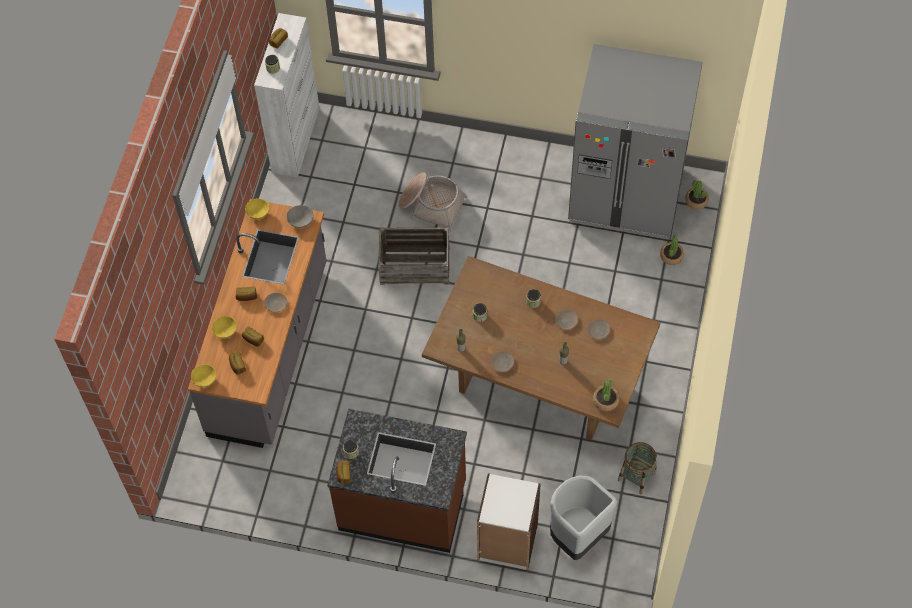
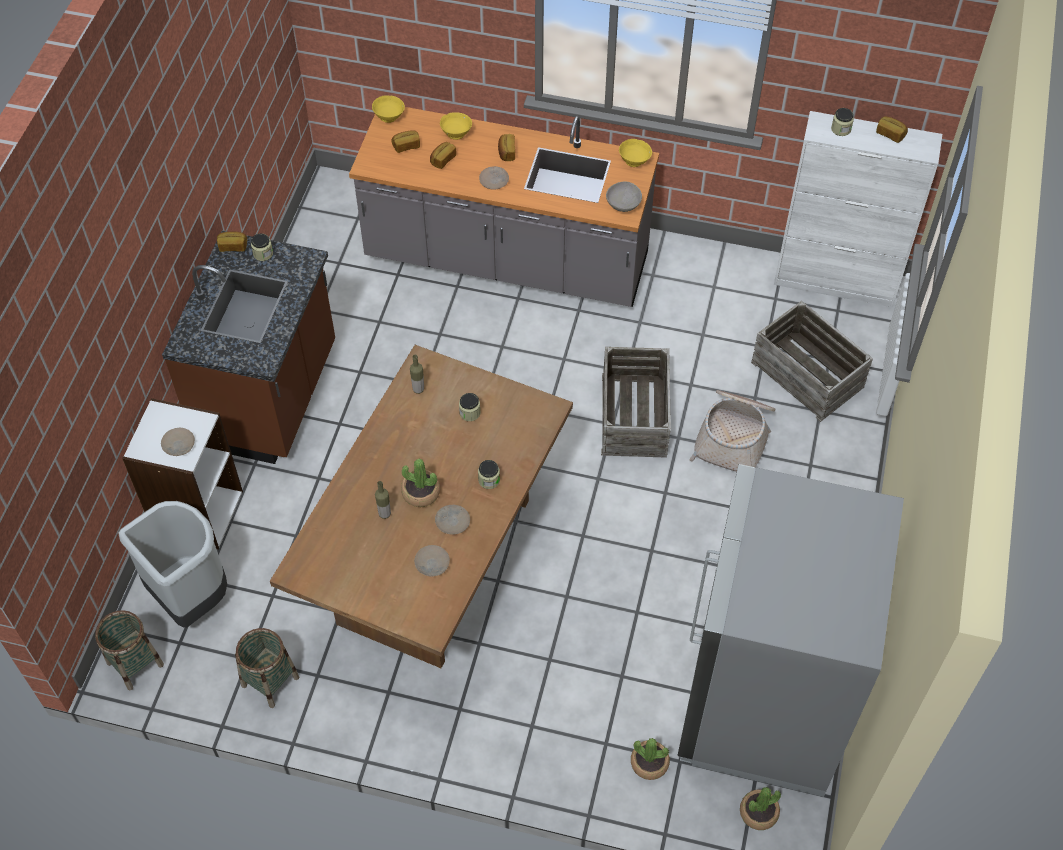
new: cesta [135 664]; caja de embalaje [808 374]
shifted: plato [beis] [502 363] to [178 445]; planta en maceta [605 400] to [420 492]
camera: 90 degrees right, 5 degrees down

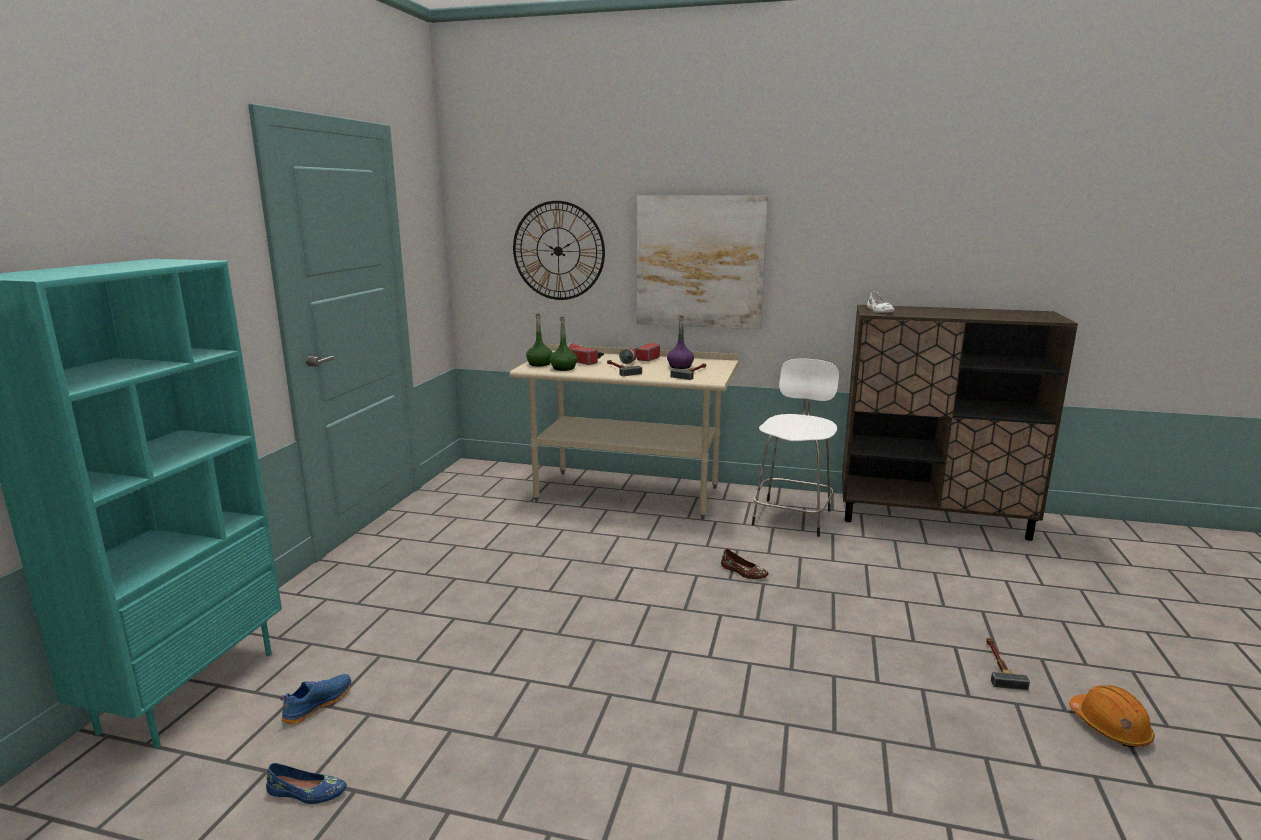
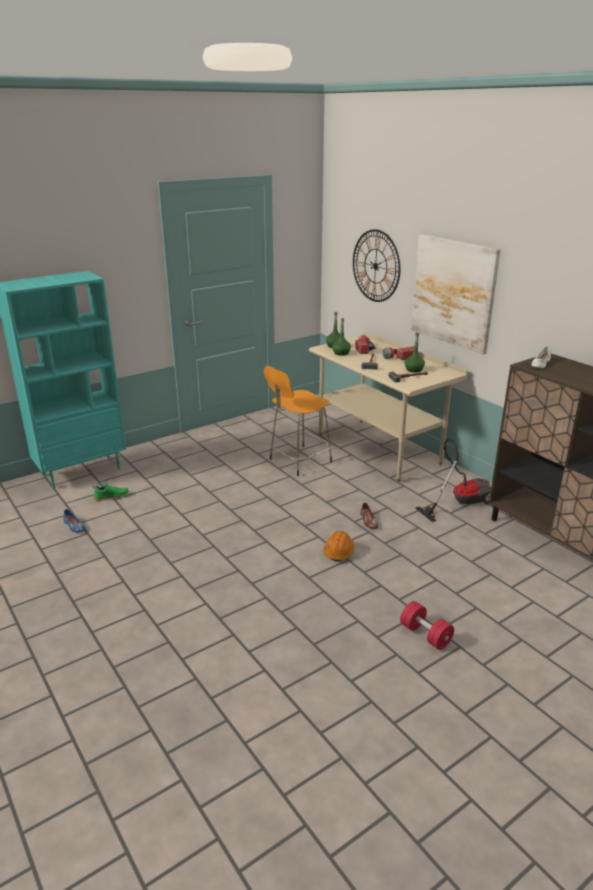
new: taburete [naranja] [298 461]
shifted: casco [naranja] [1109 727] to [339 552]
swapped: taburete [blanco] [792 516] to aspiradora [460 502]; martillo [998 665] to mancuerna [rojo] [425 635]
repainted: zapato [azul] [317 704] to zapato [verde] [111 496]; botella [morado] [680 366] to botella [verde] [414 370]
camera: 40 degrees right, 10 degrees up

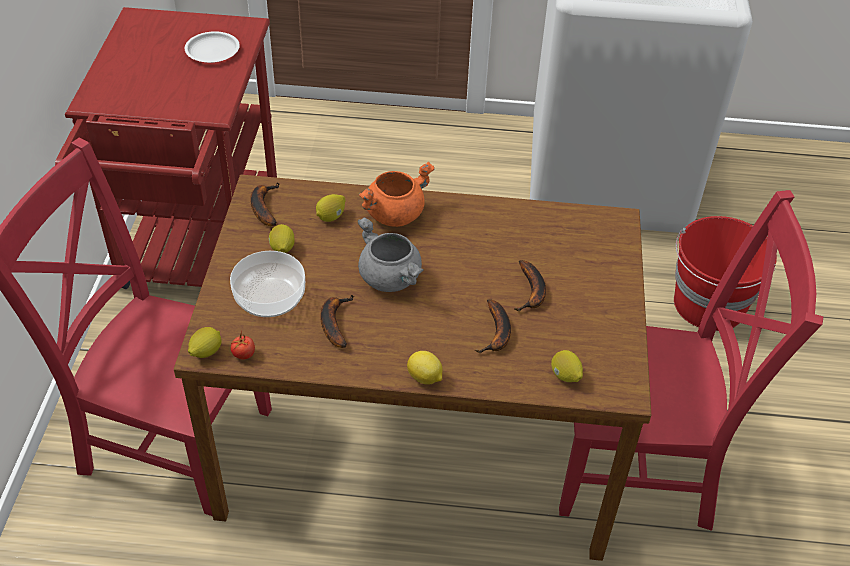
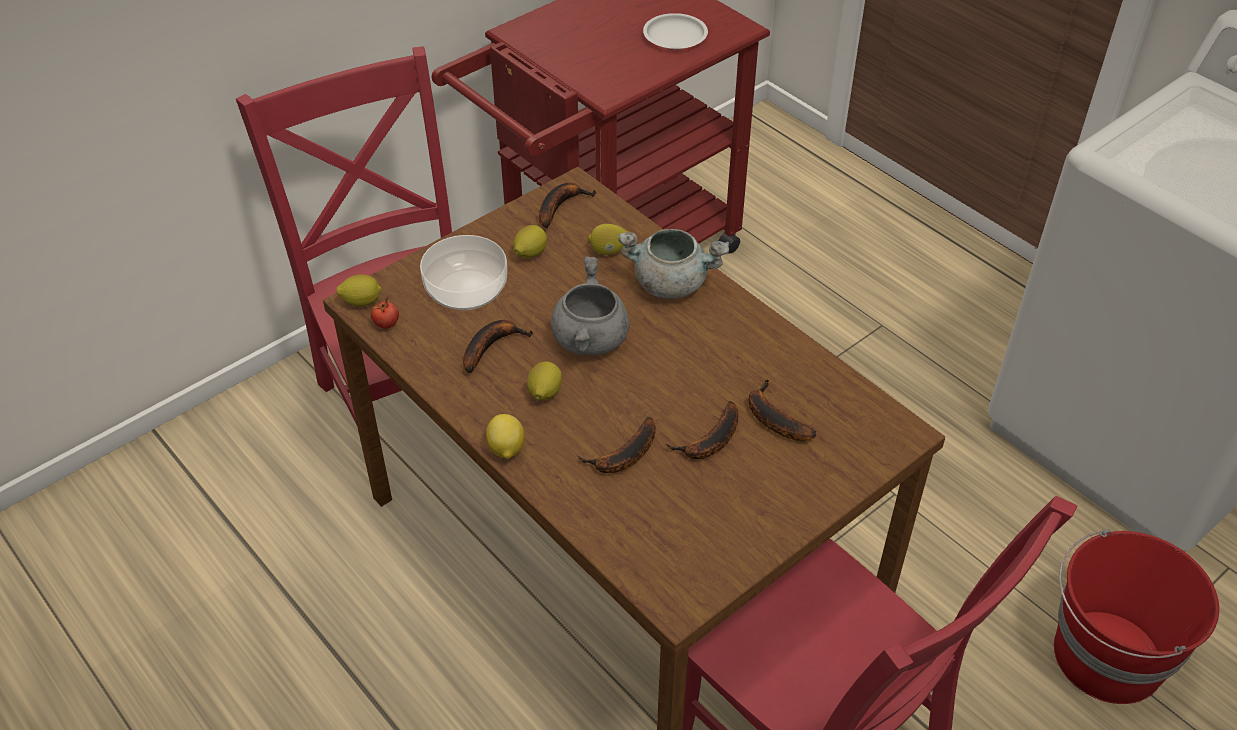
new: plátano [772 418]
shifted: limón [565 376] to [544 393]
repainted: olla [naranja] [394 213] to olla [gris] [671 283]
camera: 45 degrees right, 0 degrees up

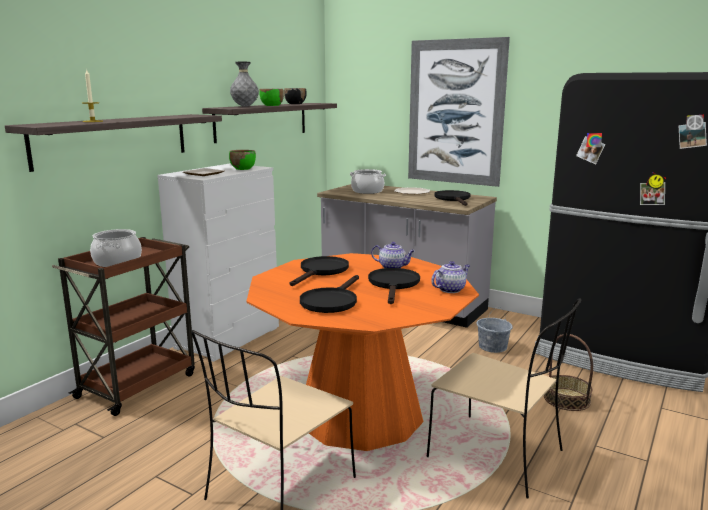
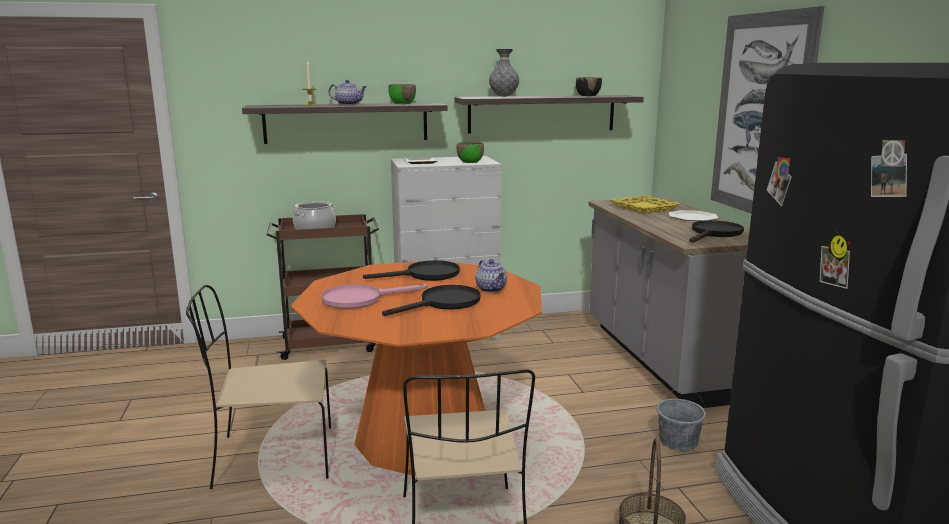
shifted: cuenco [verde] [272 105] to [402 103]; tetera [450 289] to [349 104]
swapped: olla [367 191] to bandeja [amarillo] [644 208]
repainted: sartén [negro] [331 301] to sartén [rosa] [360 299]
camera: 45 degrees right, 0 degrees up

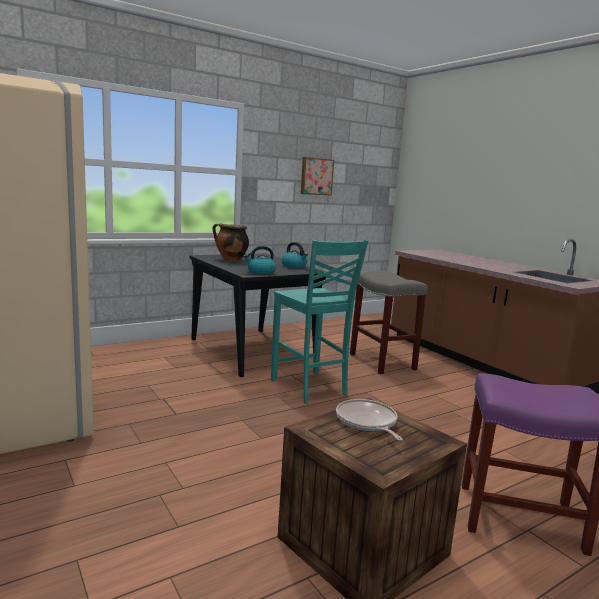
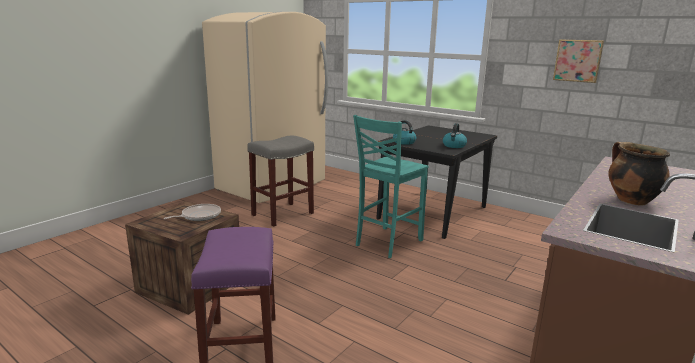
shifted: olla [230 260] to [630 200]; taburete [gris] [381 361] to [283 214]
camera: 70 degrees right, 5 degrees up

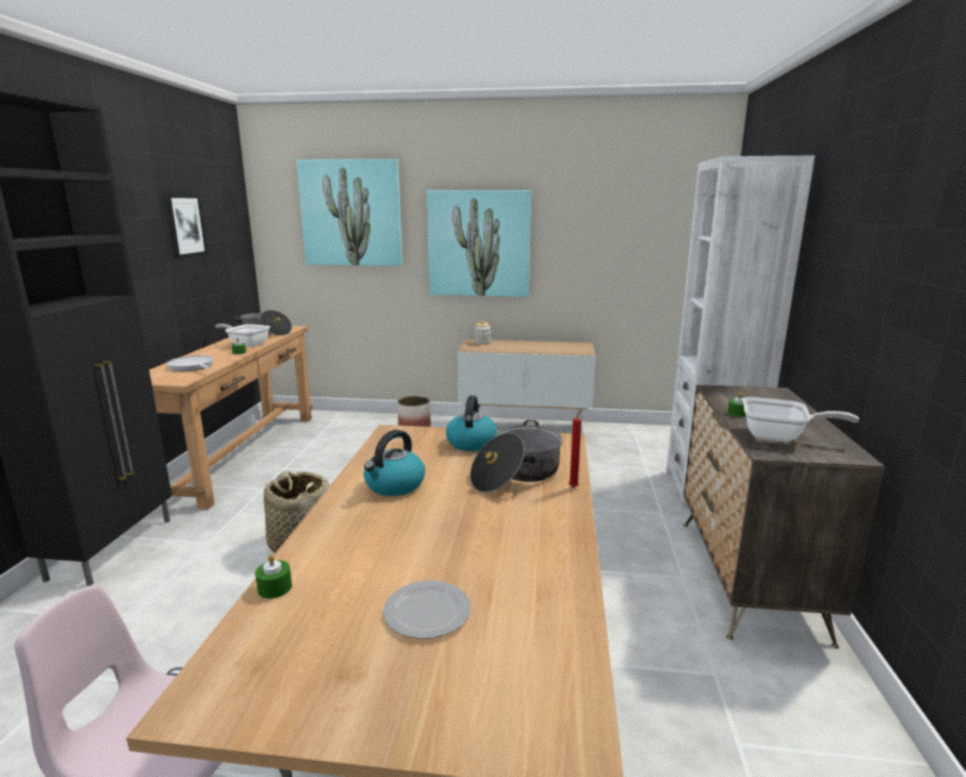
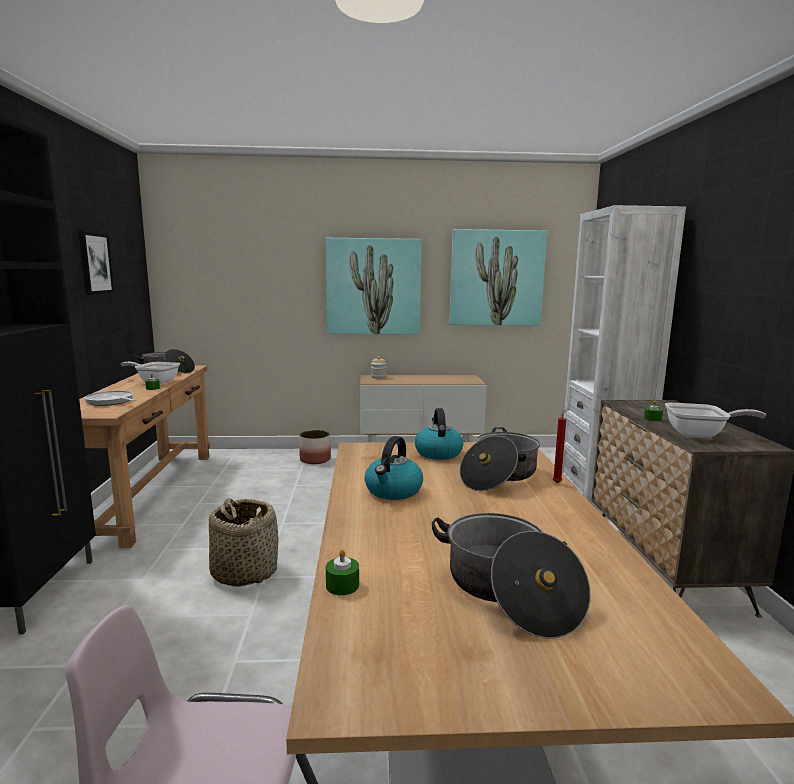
shifted: cuadro [351 213] to [496 278]
swapped: plato [429 612] to olla [508 592]
camera: 10 degrees left, 5 degrees down

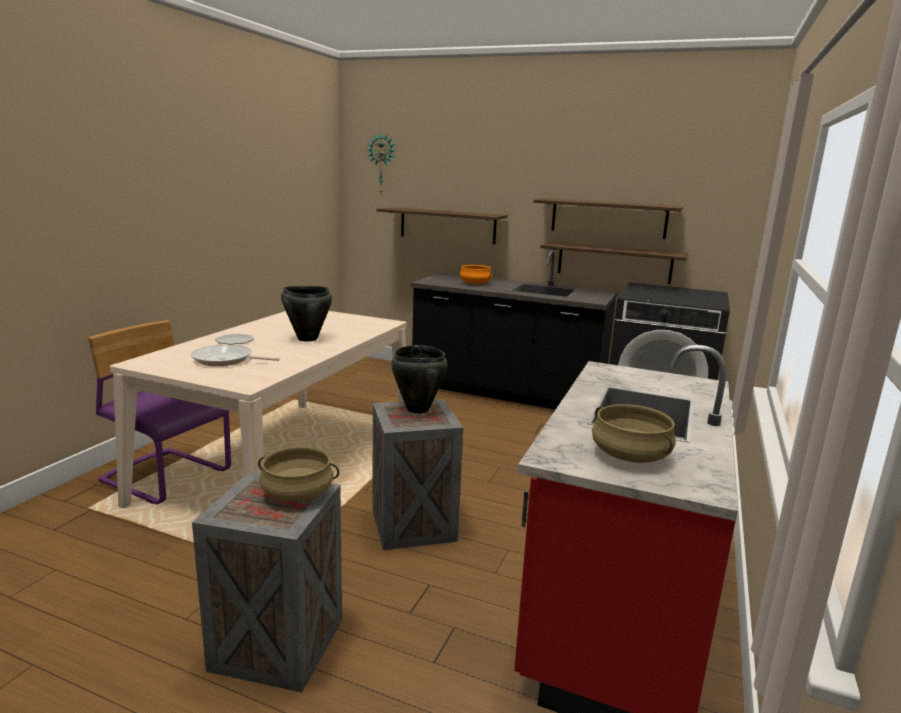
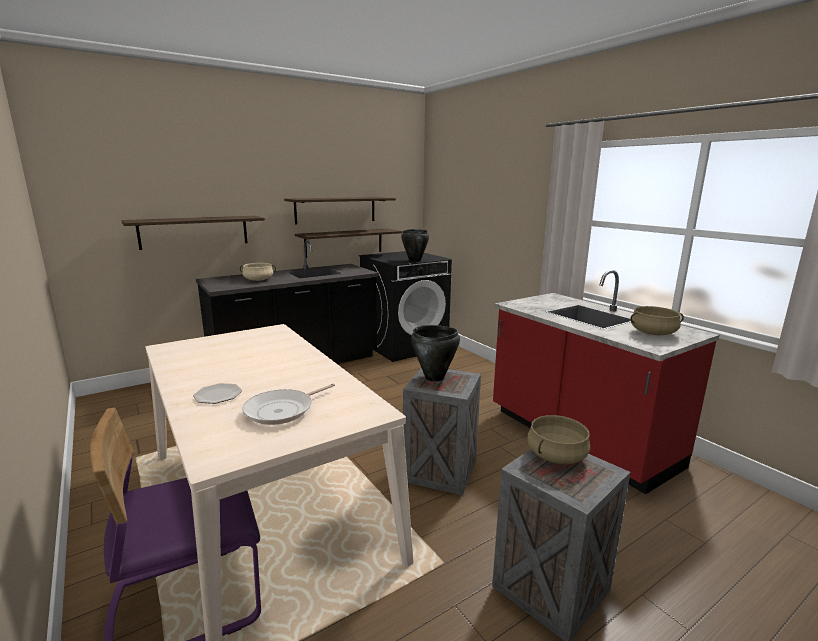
gone: reloj de pared [382 164]
shifted: olla [negro] [307 339] to [414 261]
repainted: olla [naranja] [475 283] to olla [beis] [258 280]
camera: 55 degrees left, 0 degrees up

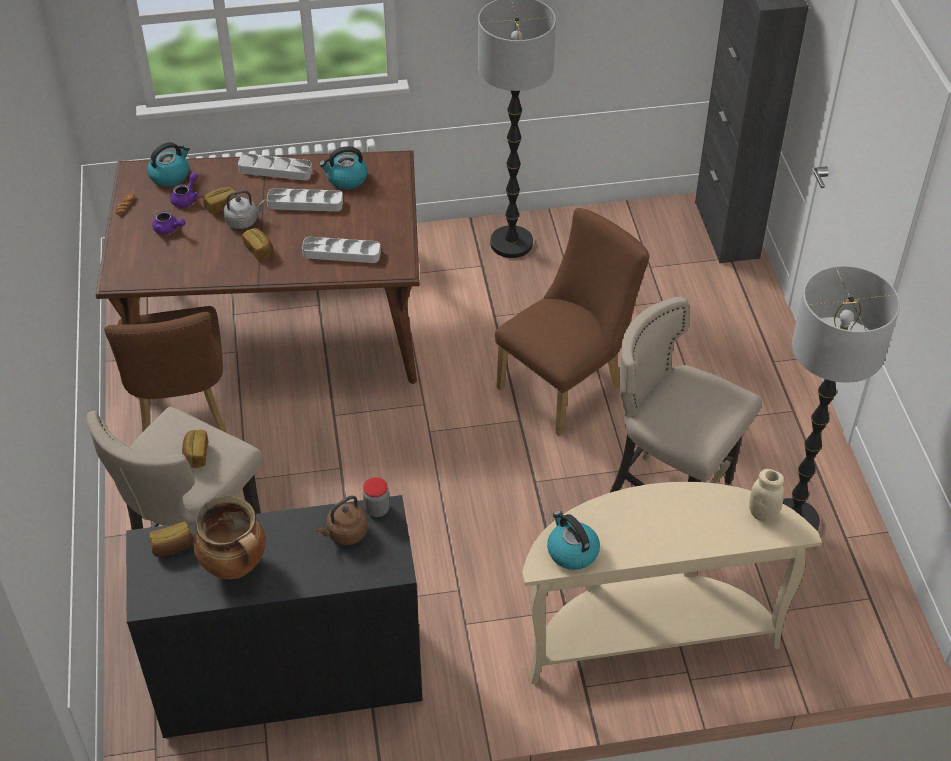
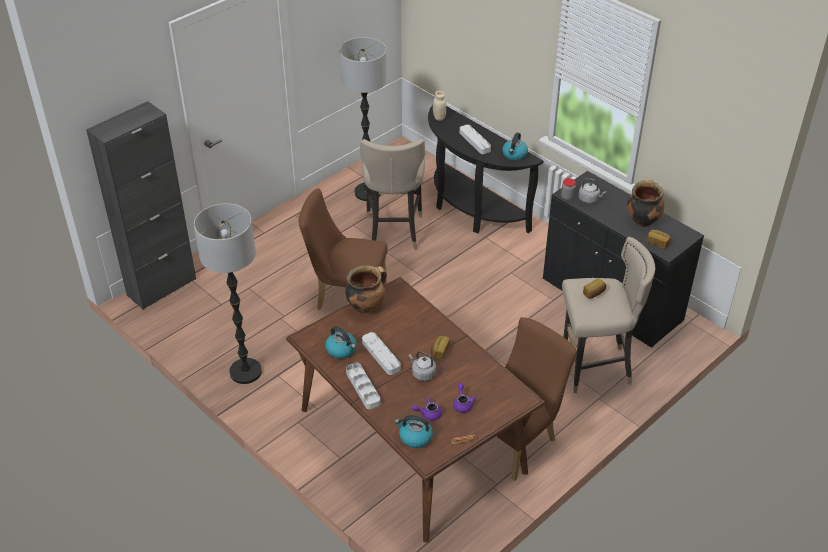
gone: pan [221 206]
new: olla [366 306]
shifted: bandeja [gris] [341 253] to [475 141]
repainted: hervidor [marrón] [345 534] to hervidor [gris] [589 199]; mesa consola [beis] [648 634] to mesa consola [negro] [471 210]
camera: 125 degrees left, 5 degrees down

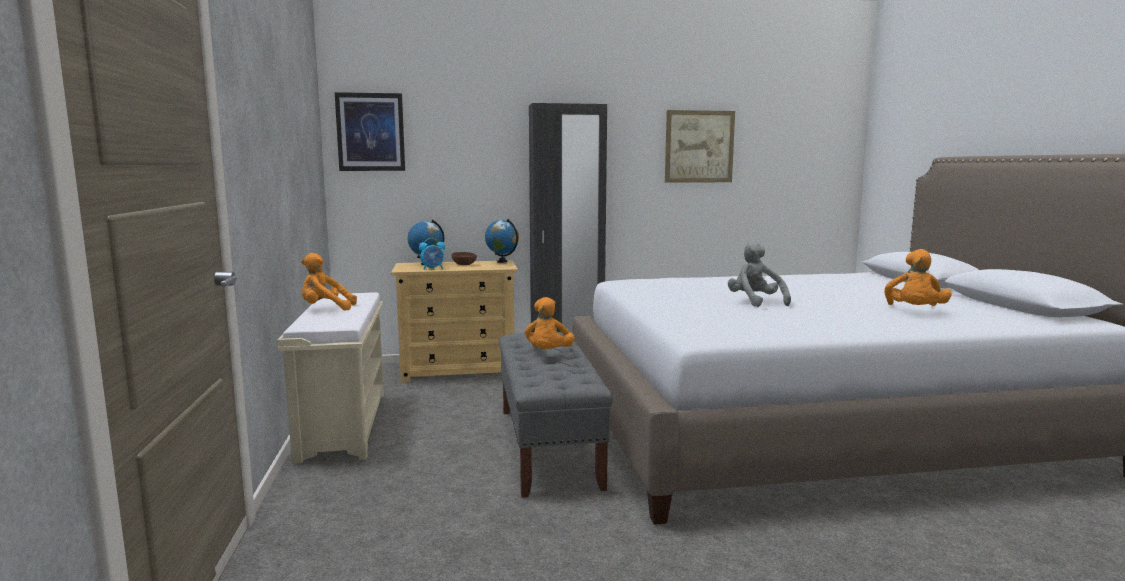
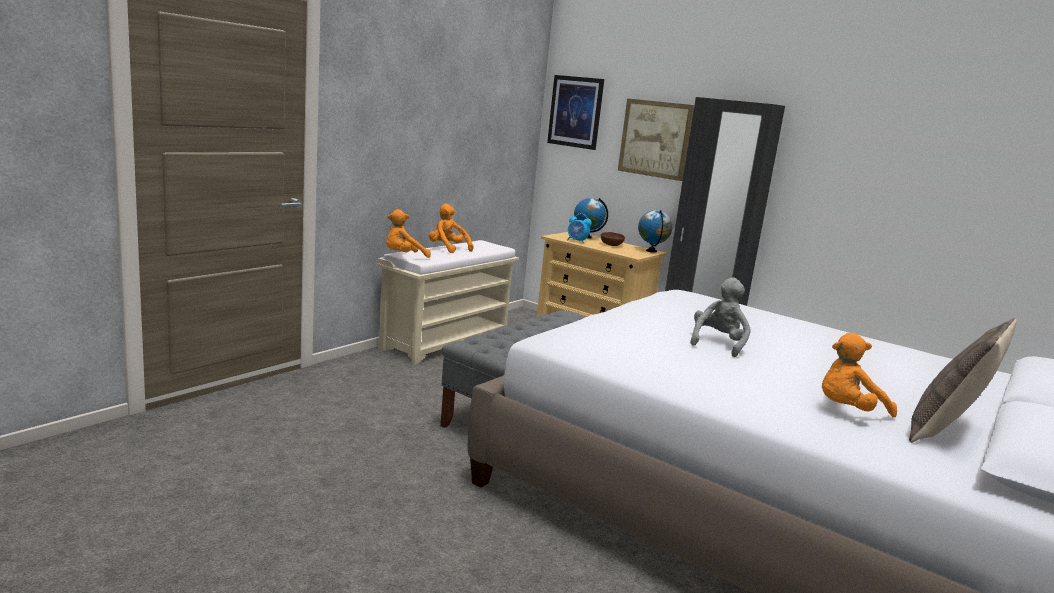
new: cojín [946 432]
shifted: peluche [naranja] [549 354] to [403 256]; cuadro [699 146] to [655 139]
camera: 45 degrees right, 5 degrees up

